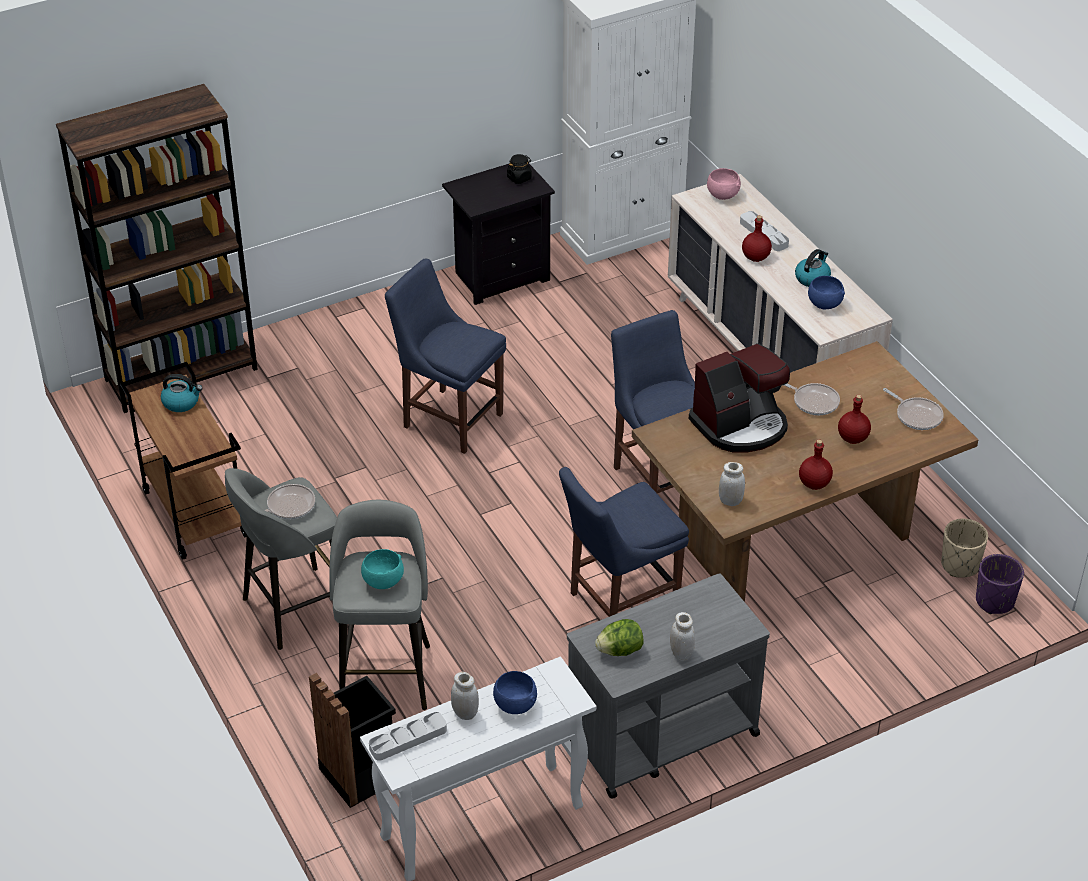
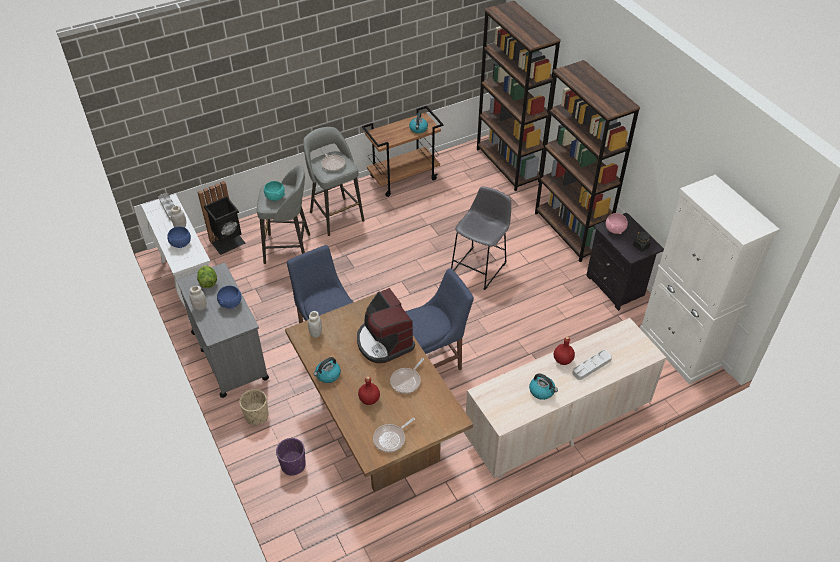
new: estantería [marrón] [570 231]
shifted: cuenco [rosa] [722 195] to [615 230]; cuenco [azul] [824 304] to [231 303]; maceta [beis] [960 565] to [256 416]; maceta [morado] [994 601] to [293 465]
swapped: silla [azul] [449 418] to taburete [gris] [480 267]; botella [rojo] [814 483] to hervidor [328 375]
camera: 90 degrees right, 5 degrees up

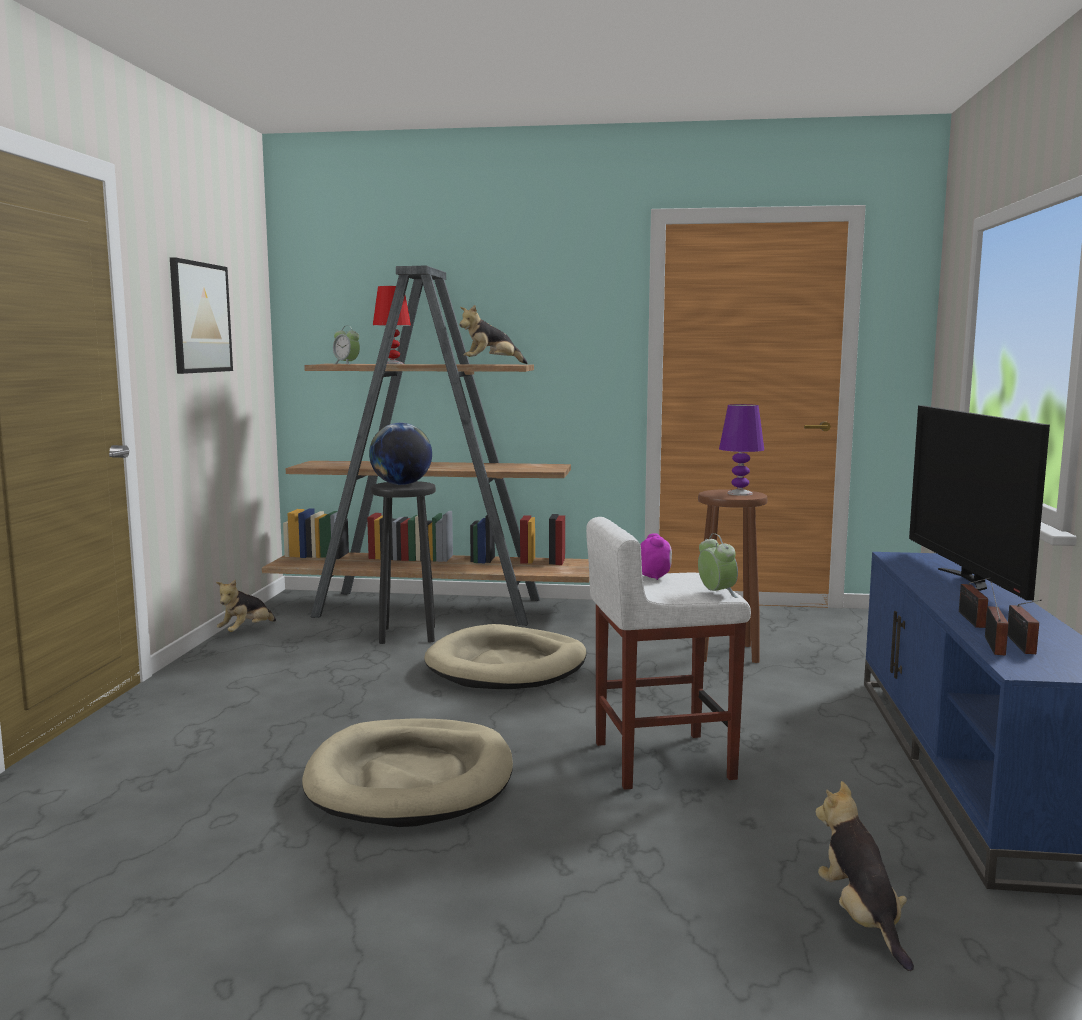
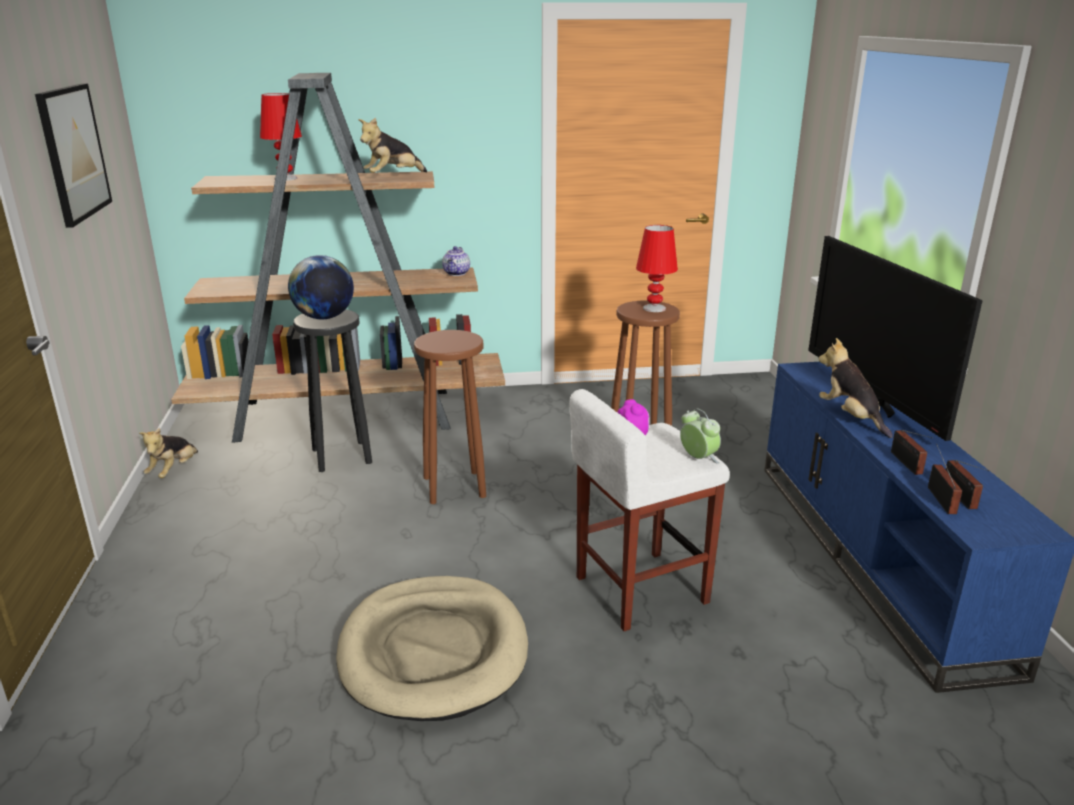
gone: despertador [346 364]
new: tetera [457 273]
shifted: peluche [861 918] to [850 417]
swapped: cama para perro [beis] [507 666] to taburete [marrón] [455 487]
repainted: lámpara de mesa [morado] [740 493] to lámpara de mesa [rojo] [654 308]
camera: 15 degrees left, 15 degrees up

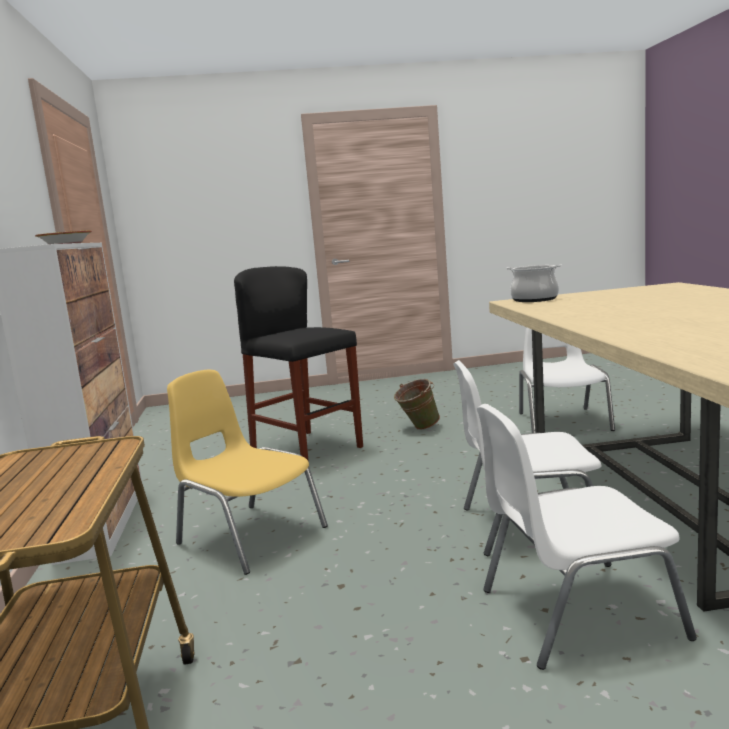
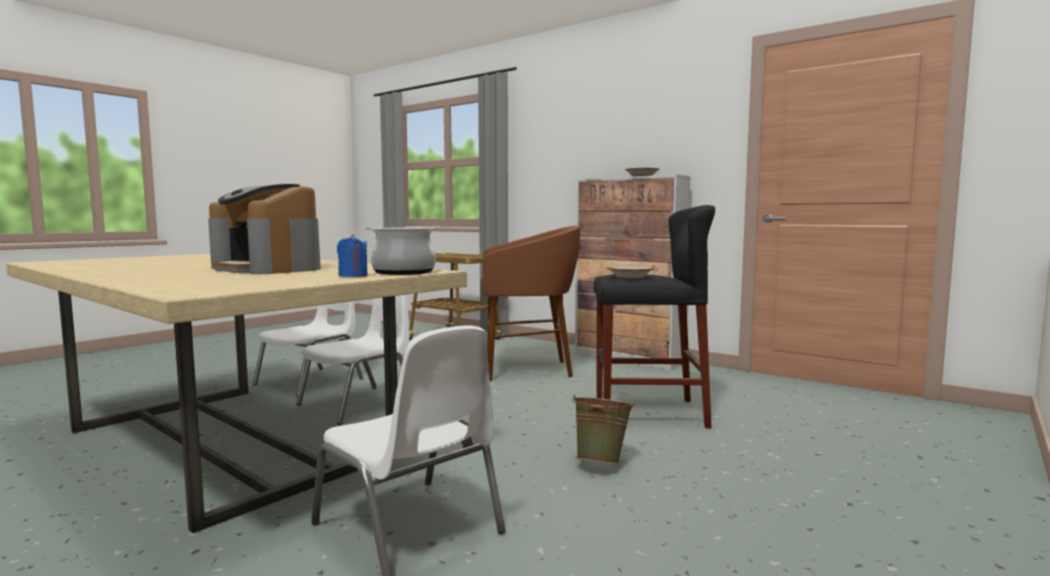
new: cafetera [268 268]; vela [azul] [353 276]; cuenco [630 277]
swapped: silla [amarillo] [249 535] to taburete [marrón] [528 370]
camera: 135 degrees right, 5 degrees down

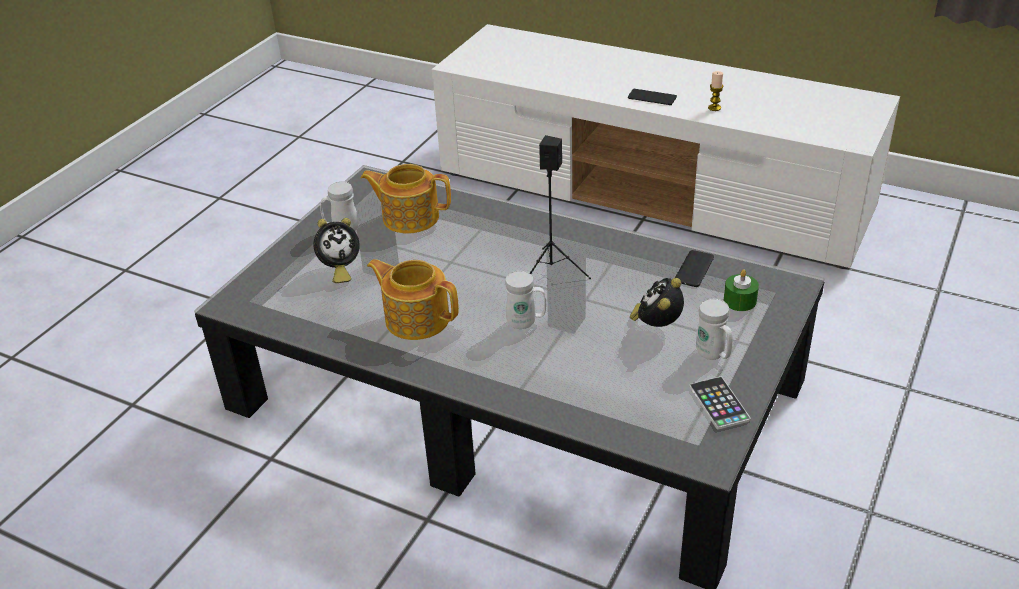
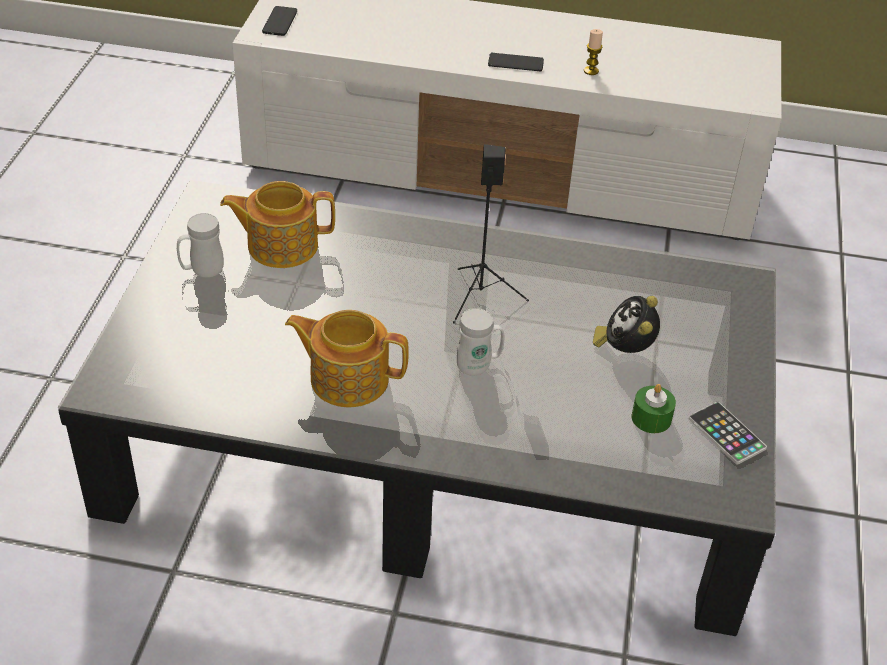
gone: despertador [339 270]; taza grande [blanco] [713 355]
shifted: móvil [694 269] to [280 22]; vela [verde] [740 301] to [651 418]
camera: 20 degrees left, 5 degrees up

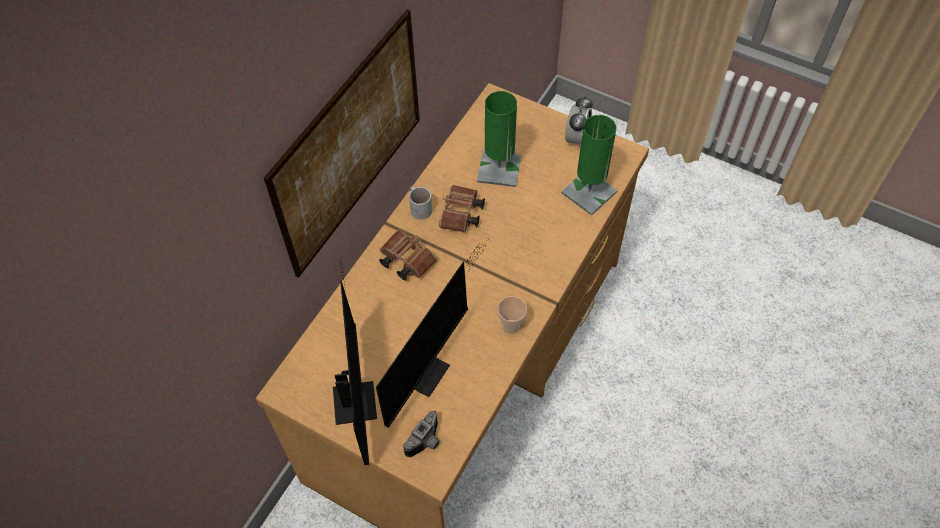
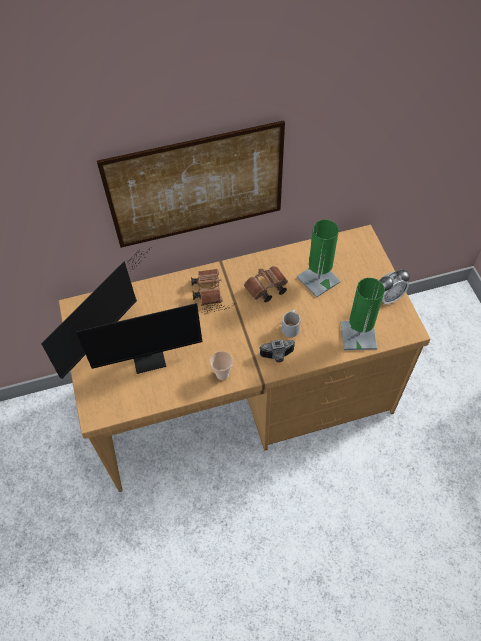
shifted: cámara [427 442] to [277 356]; taza grande [blanco] [420 207] to [292 326]
camera: 45 degrees right, 0 degrees up

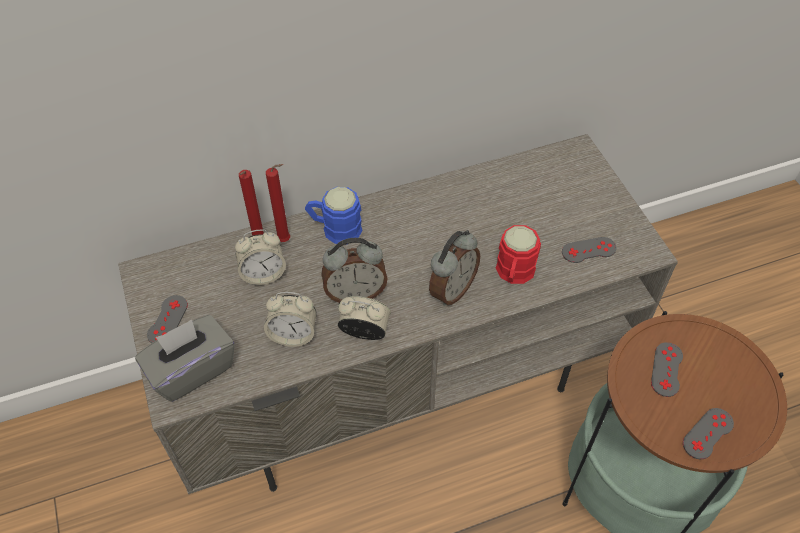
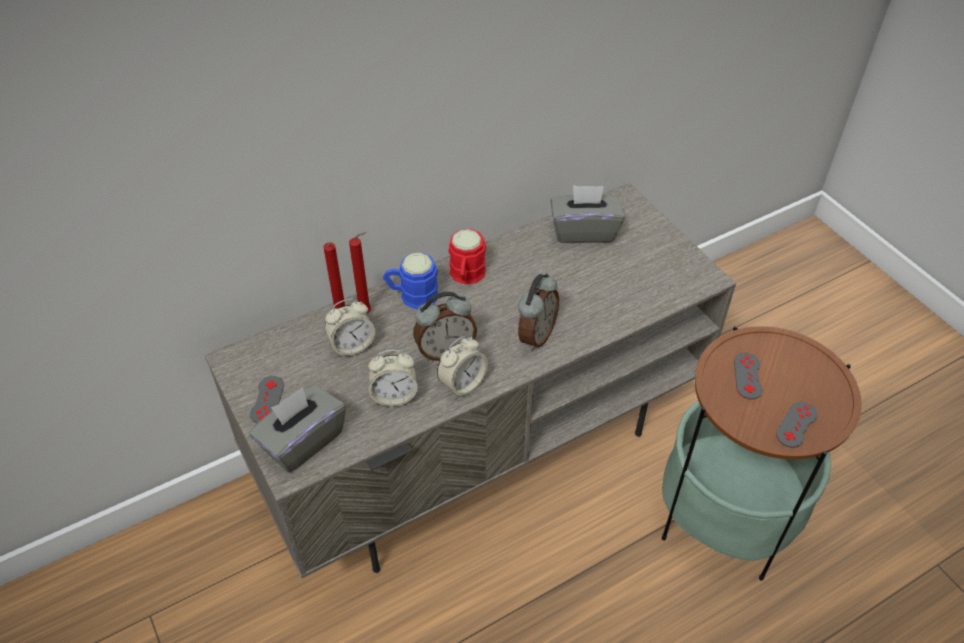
gone: mando de consola [gris] [588 250]
new: caja de pañuelos [gris] [584 231]
shifted: taza grande [rojo] [513 274] to [466 276]
rotated: despertador [365 332] = [462 384] 135 degrees clockwise
camera: 10 degrees left, 5 degrees down

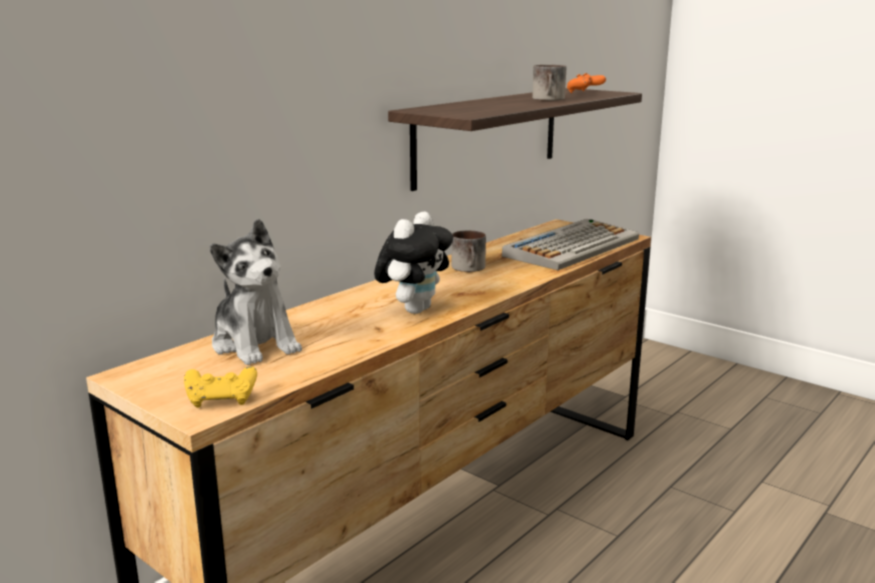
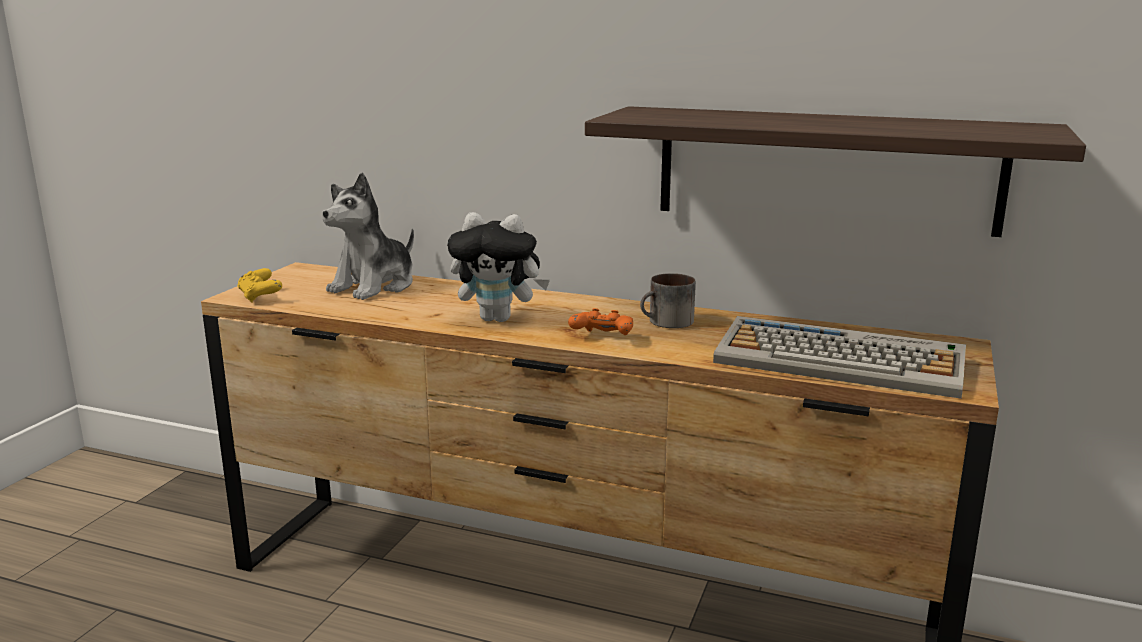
gone: taza grande [550 99]
shifted: mando de consola [naranja] [584 93] to [602 338]
camera: 70 degrees right, 0 degrees up

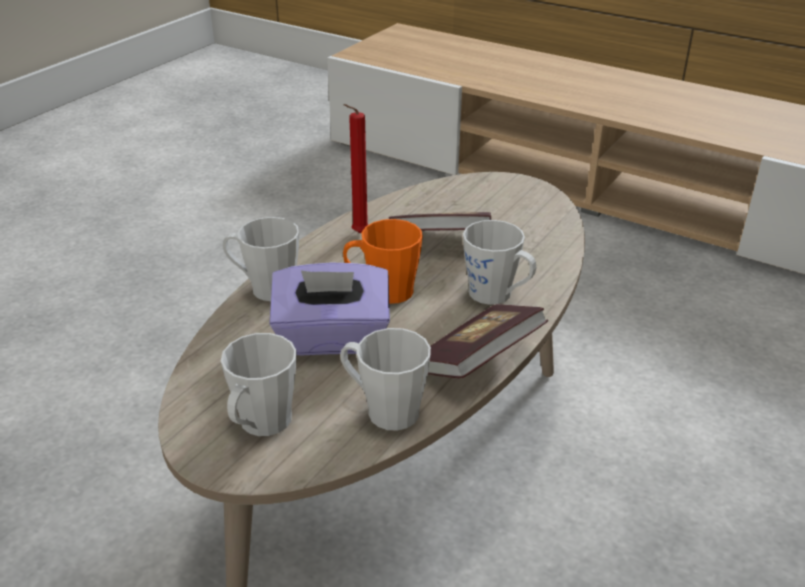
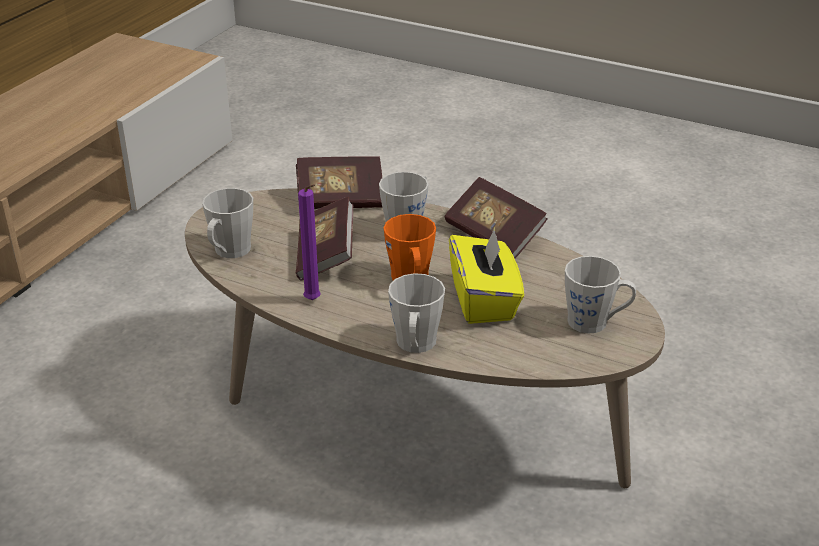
new: libro [340 199]
shifted: taza grande [gris] [384 409] to [229 252]
repainted: caja de pañuelos [morado] [332 339] to caja de pañuelos [amarillo] [484 300]; vela [rojo] [357 234] to vela [morado] [314 301]
camera: 95 degrees left, 0 degrees up

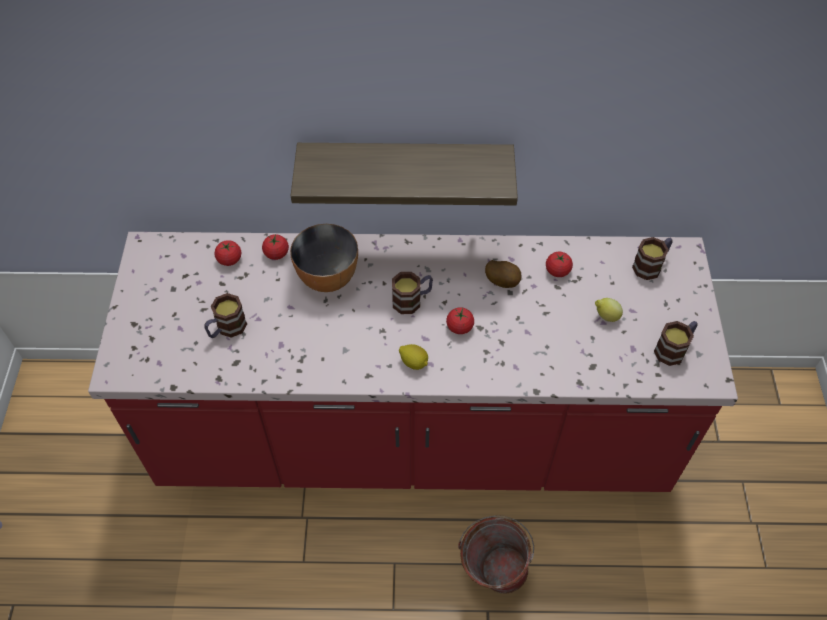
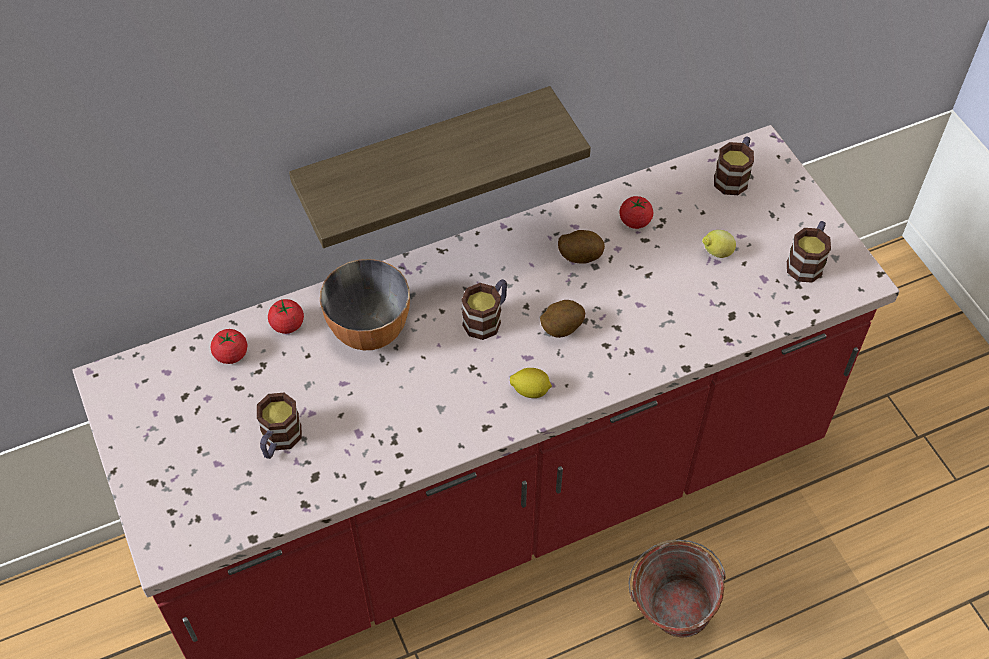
swapped: tomate [459 327] to patata [560 328]
camera: 25 degrees left, 0 degrees up

